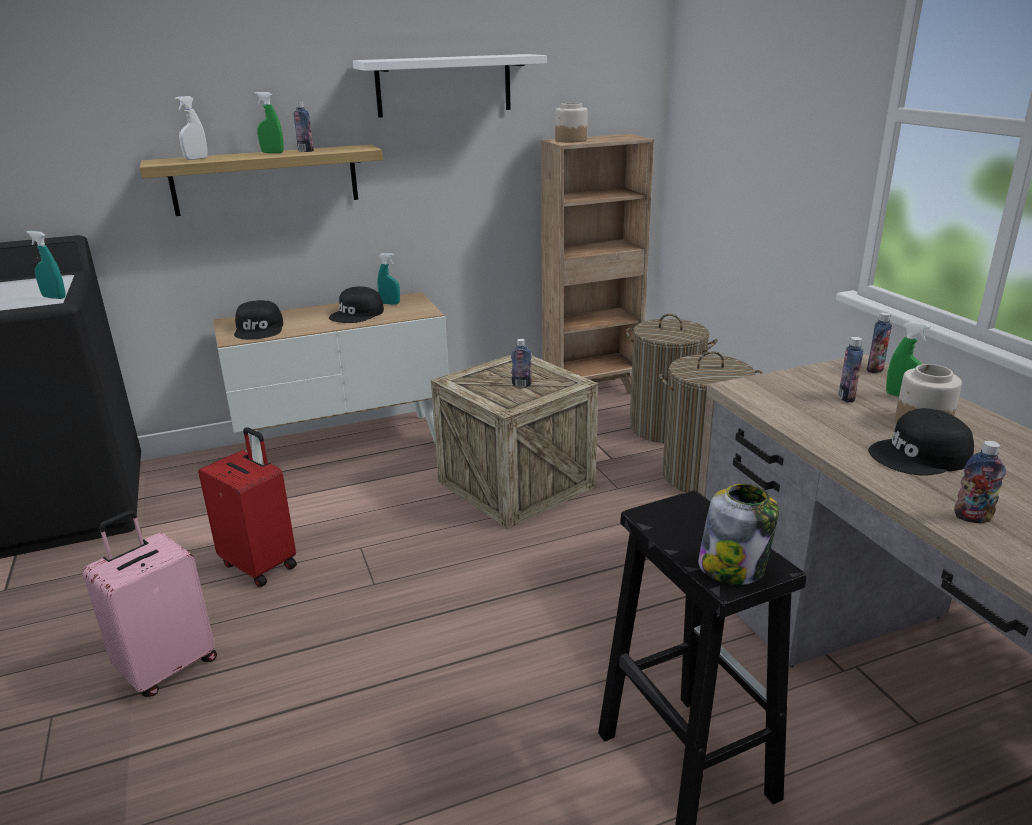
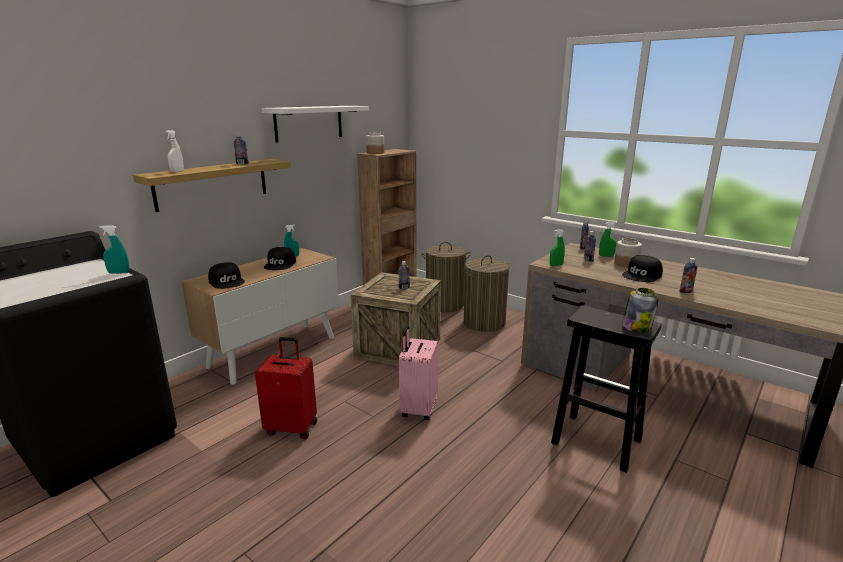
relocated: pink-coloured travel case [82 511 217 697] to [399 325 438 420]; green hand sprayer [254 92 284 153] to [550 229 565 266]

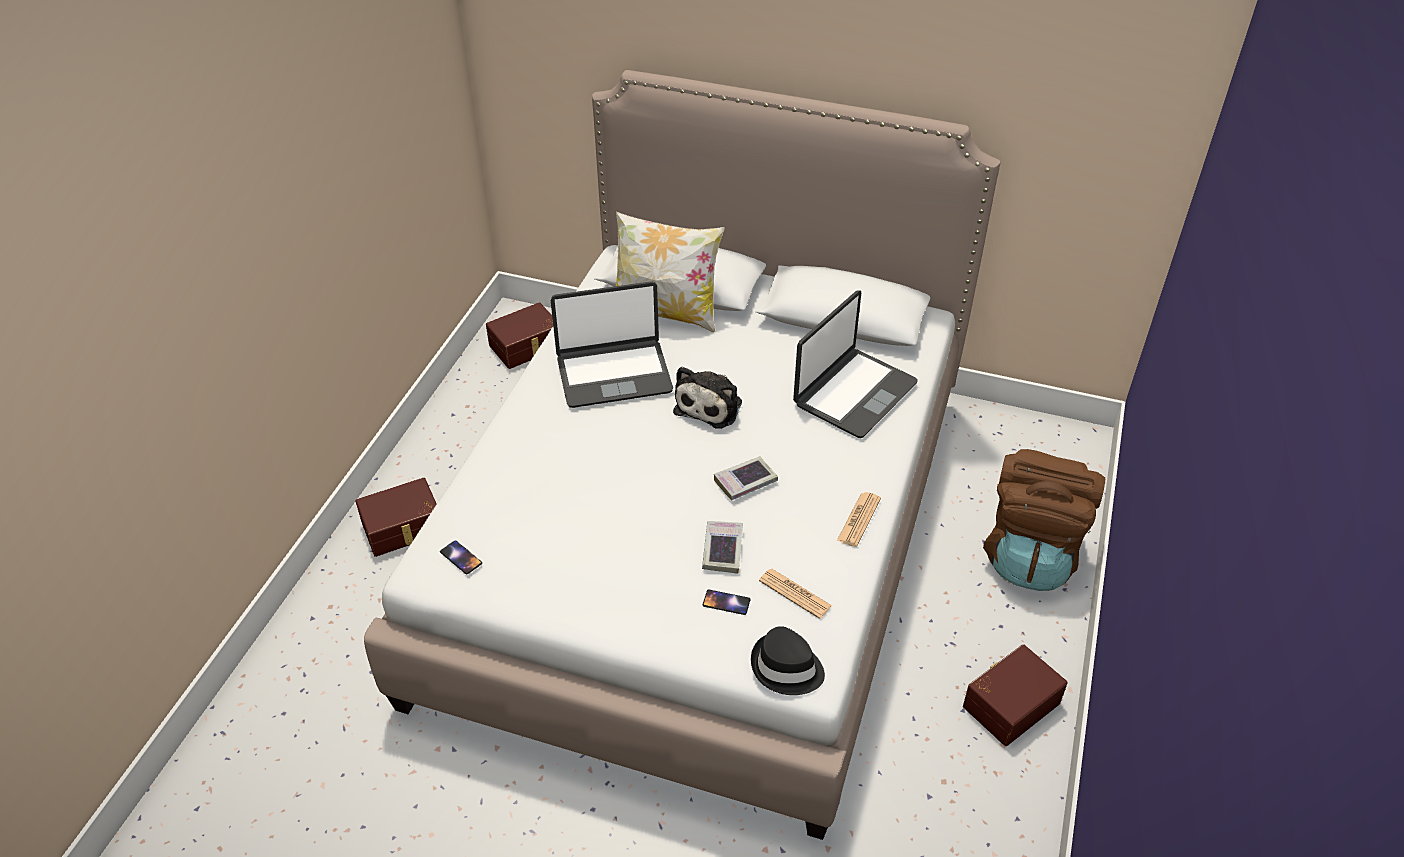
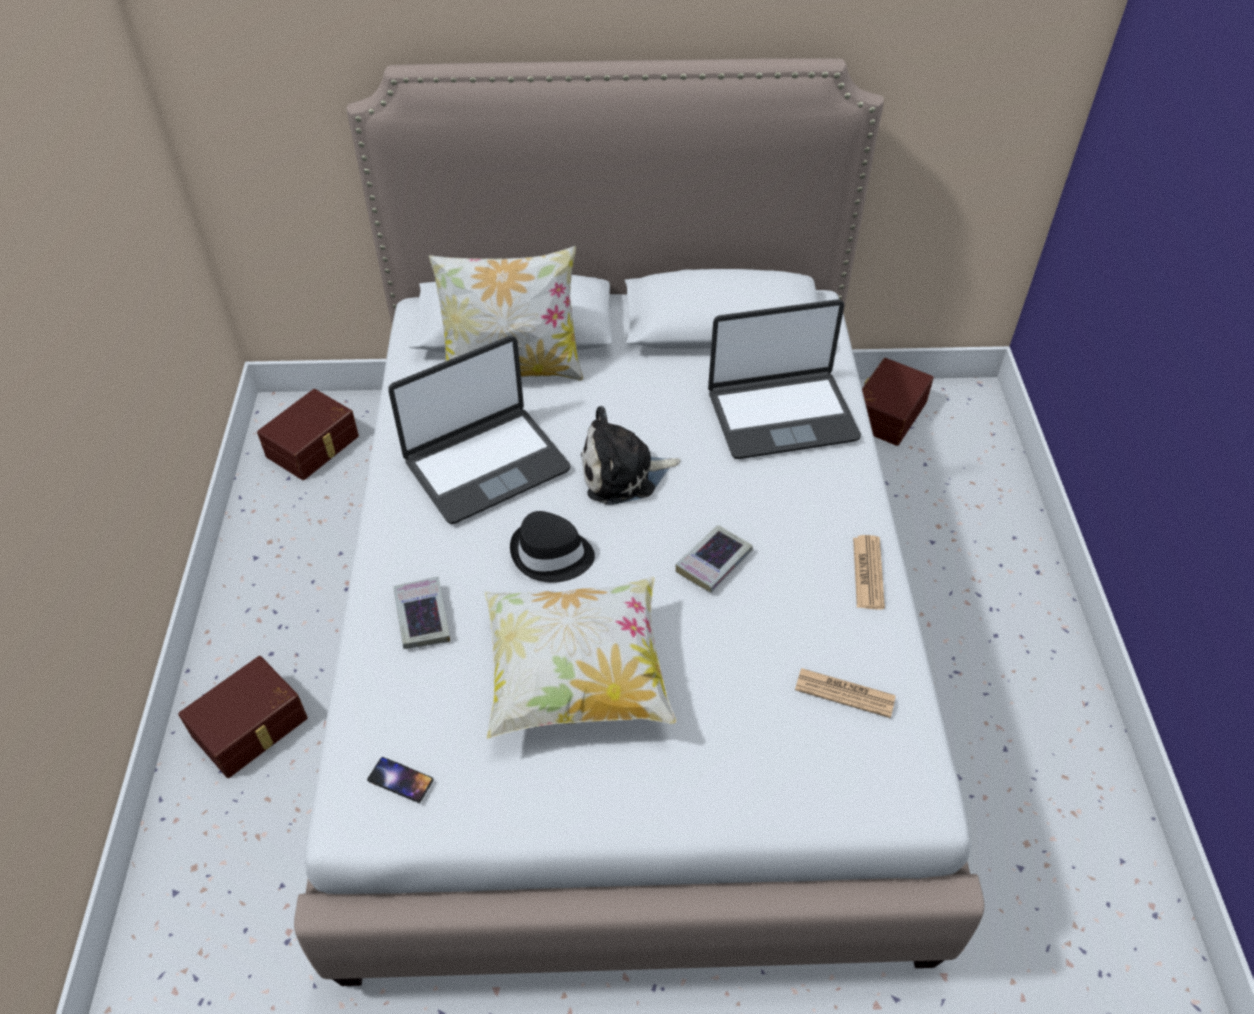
missing: telephone [703 590 750 615]; brown rucksack [983 449 1105 591]
appeared: pillow [484 576 676 739]
relocated: book [702 521 743 574] to [393 577 450 649]; black-coloured clothing hat [751 626 825 695] to [510 511 595 583]; brown storage container [963 644 1068 746] to [862 358 934 446]
spun: soft toy [673 366 742 429] = [581 406 680 505] 75 degrees clockwise; portable computer [793 290 918 438] = [708 299 861 459] 60 degrees clockwise

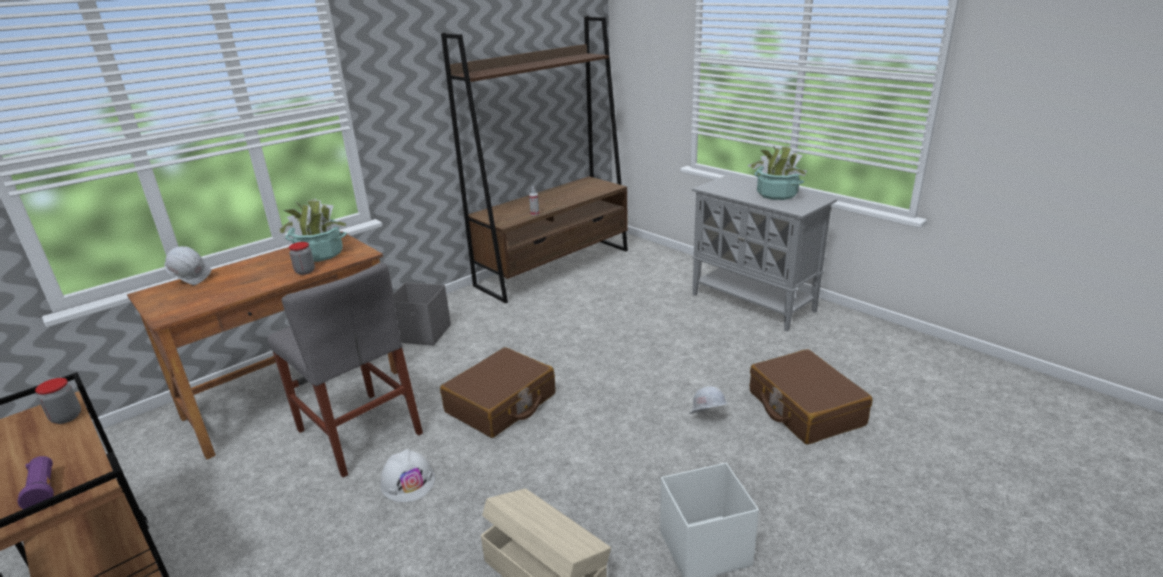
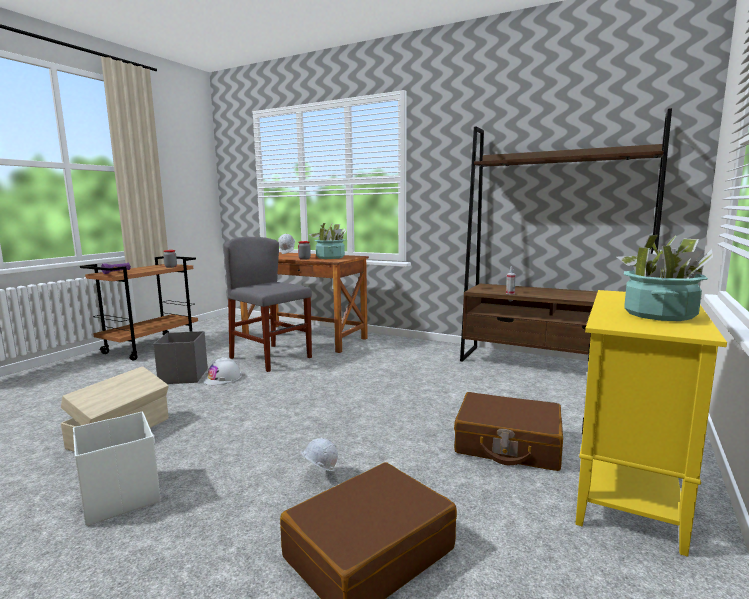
relocated: gray storage container [393 282 451 346] to [153 331 208 384]; brown travel case [440 347 555 438] to [454 392 563 471]
colour: gray cupboard [692 175 837 332] to yellowish cupboard [575 290 727 557]
spun: gray plain chair [267 263 423 478] = [224 237 312 372] 105 degrees clockwise

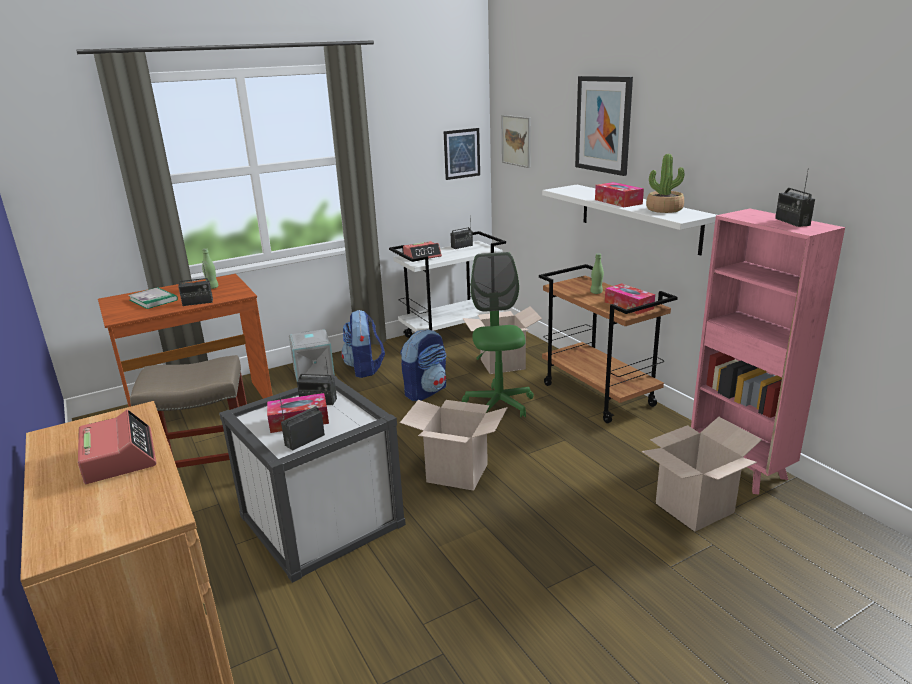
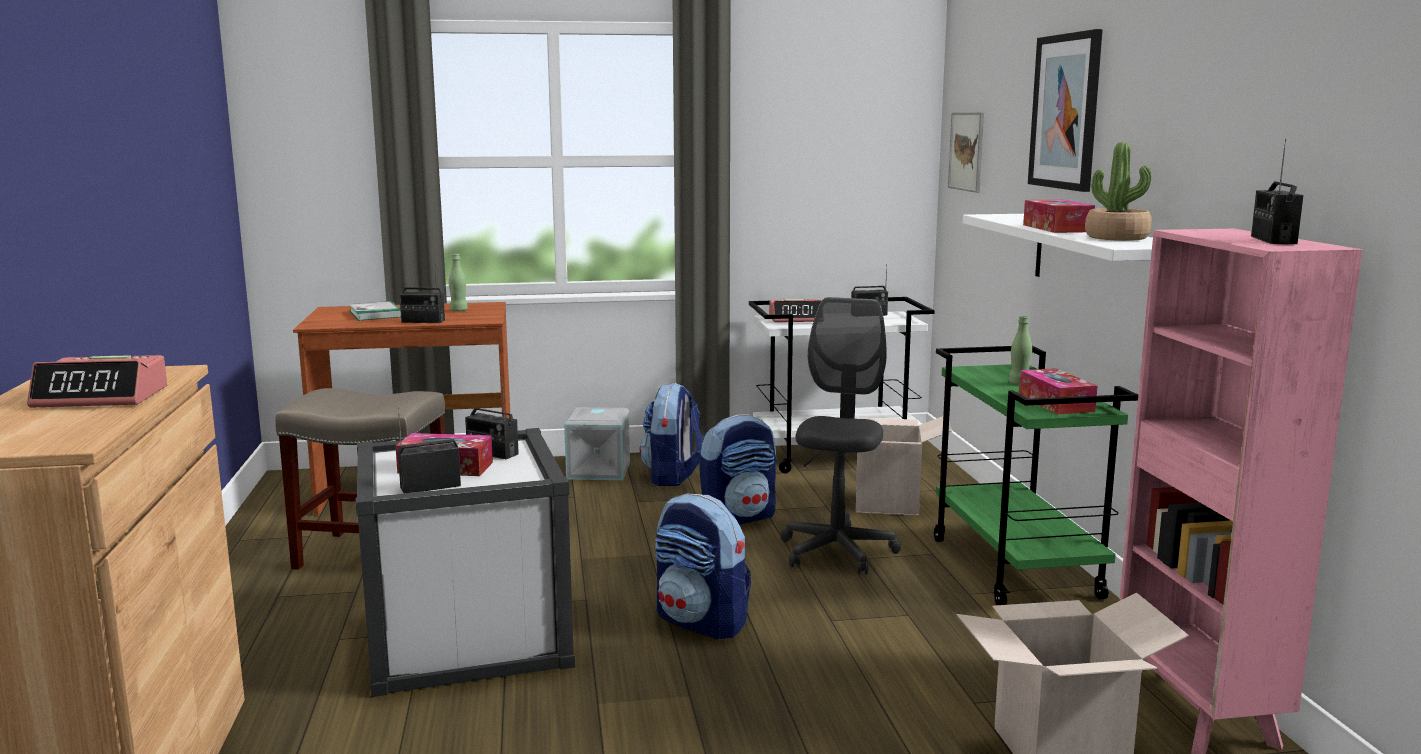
missing: picture [444 128 480 180]
exchanged: packing box [400 400 508 491] to rucksack [655 494 751 640]
colour: green office chair [462 252 534 418] to gray office chair [781 297 901 575]; brown cart [539 264 678 423] to green cart [934 346 1138 605]
spun: table clock [78 410 156 484] = [27 355 167 408] 90 degrees clockwise

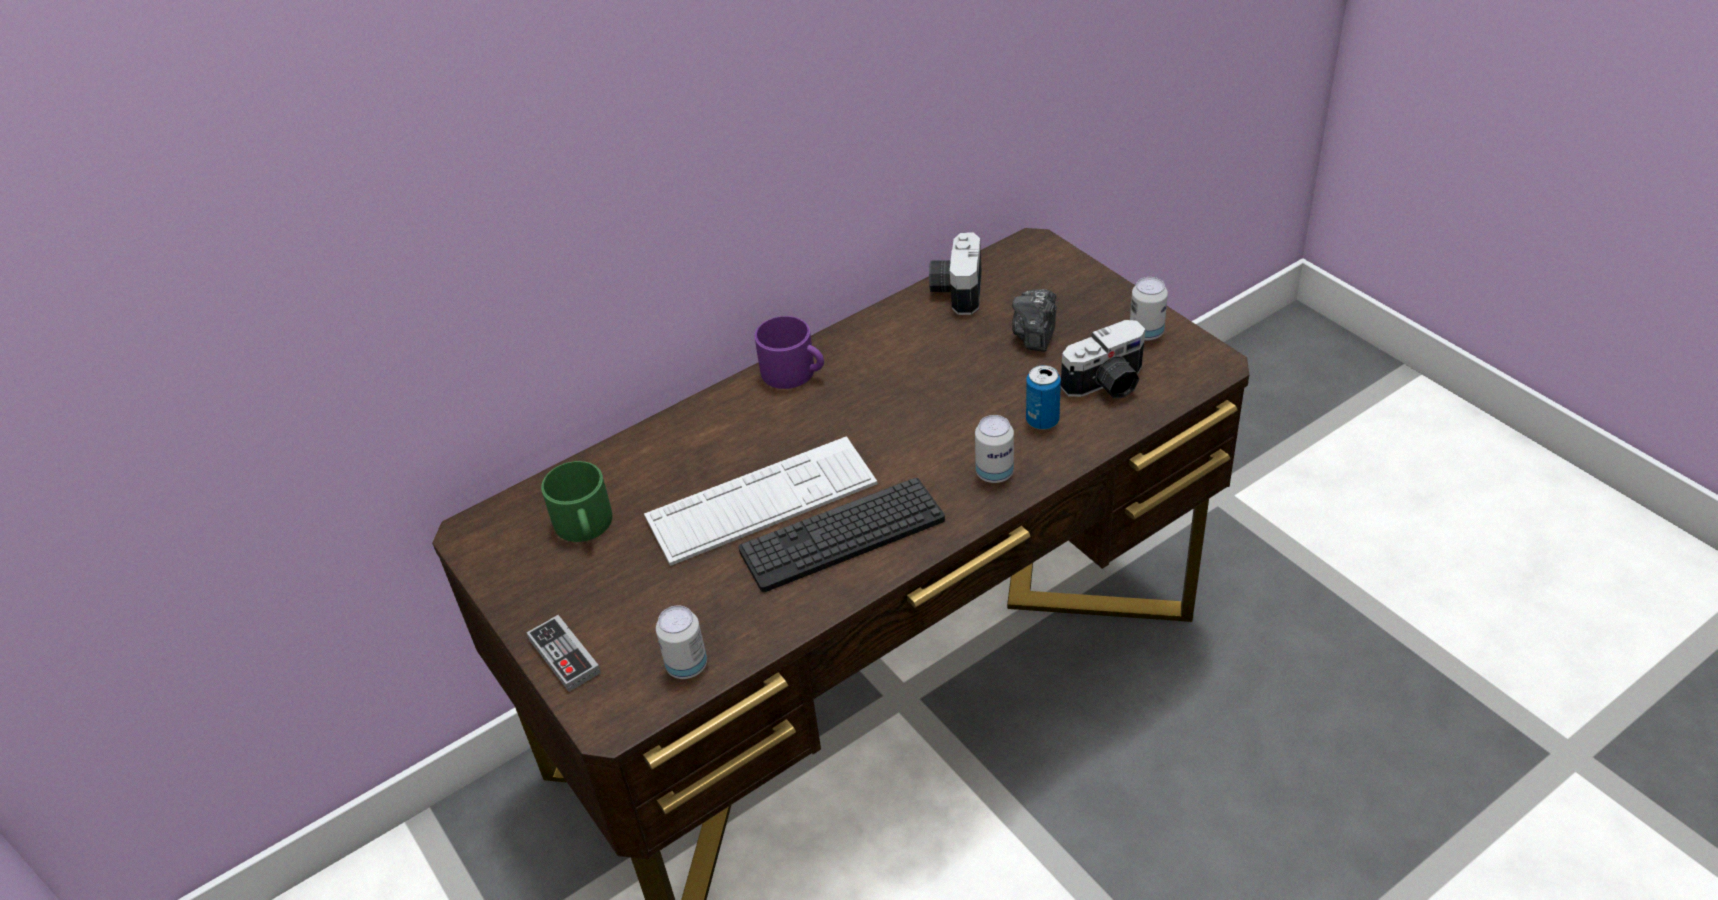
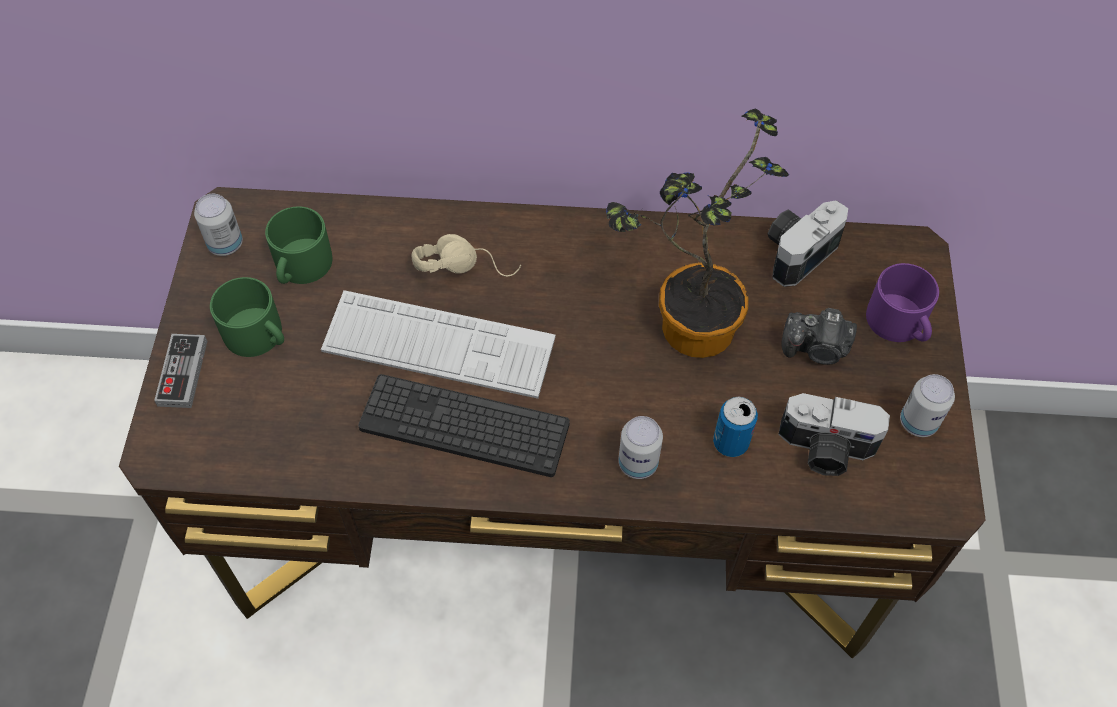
appeared: green coffee mug [210 277 284 357]; beige headset [411 234 521 277]; potted plant [606 108 789 358]
relocated: metal can [656 605 707 679] to [194 194 243 256]; purple coffee mug [755 316 824 389] to [866 263 939 342]
spun: still camera [1012 289 1057 352] = [781 308 857 365] 135 degrees counterclockwise

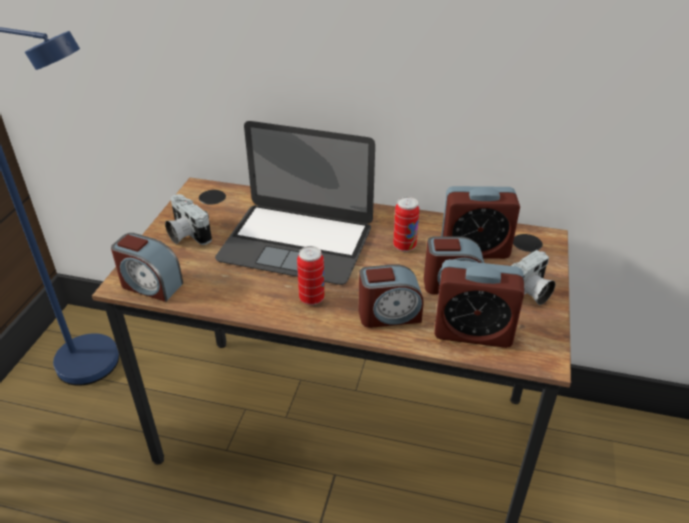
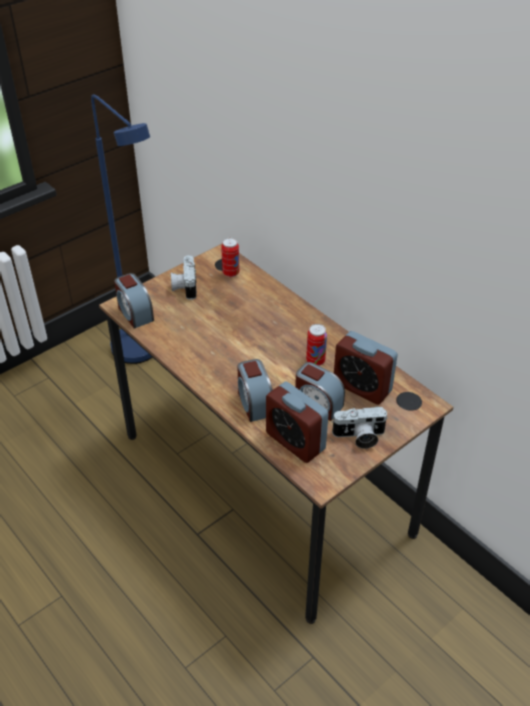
missing: portable computer [215 121 375 285]
relocated: metal can [297 246 325 305] to [221 238 239 277]
spun: table clock [359 264 424 328] = [237 359 273 422] 45 degrees clockwise

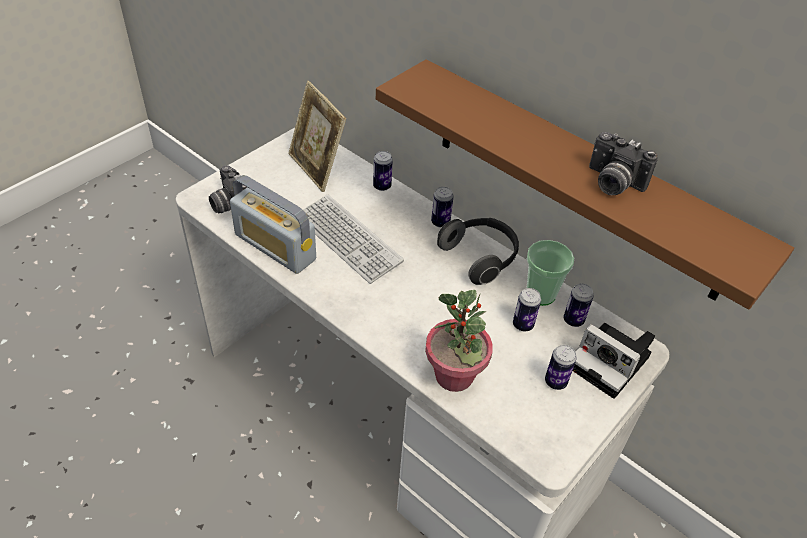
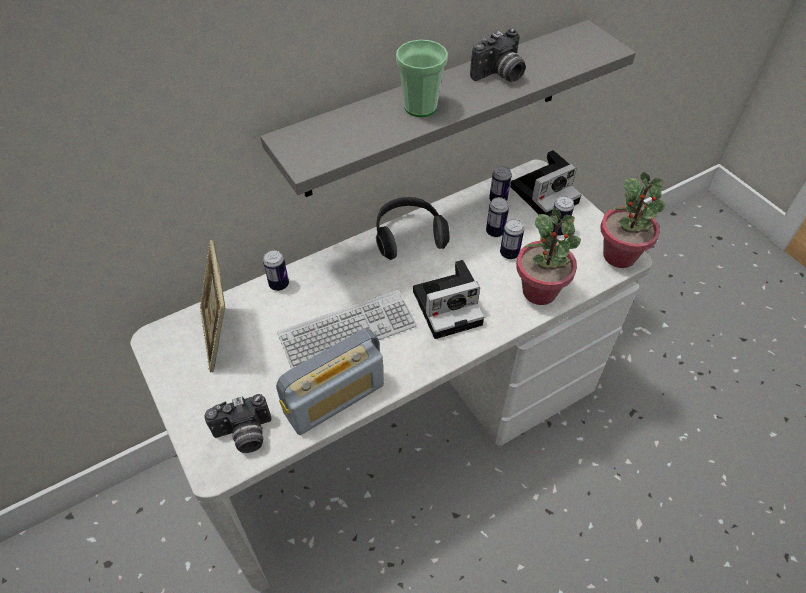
appeared: still camera [413 260 484 339]; potted plant [600 172 666 268]
relocated: metal can [431 187 454 228] to [500 219 524 259]; drinking cup [527 240 574 306] to [396 39 448 117]
colour: brown shelf [376 59 794 310] to gray shelf [260 20 636 197]
spun: photo frame [289 81 346 192] = [200 240 225 373] 90 degrees clockwise

